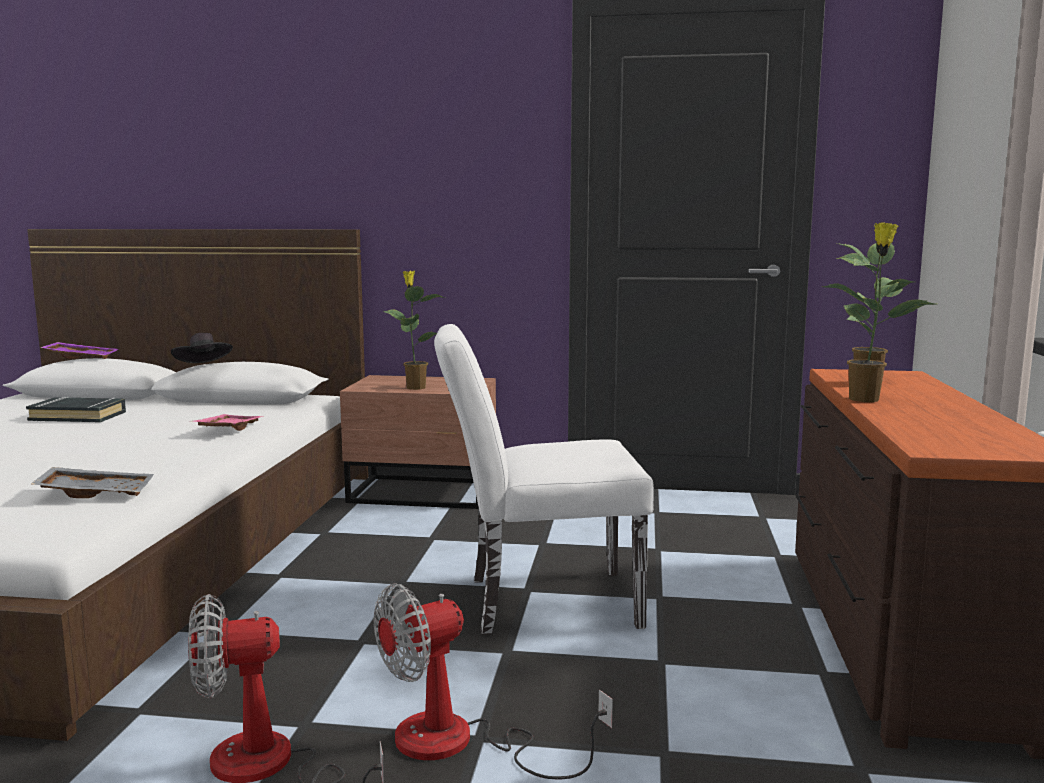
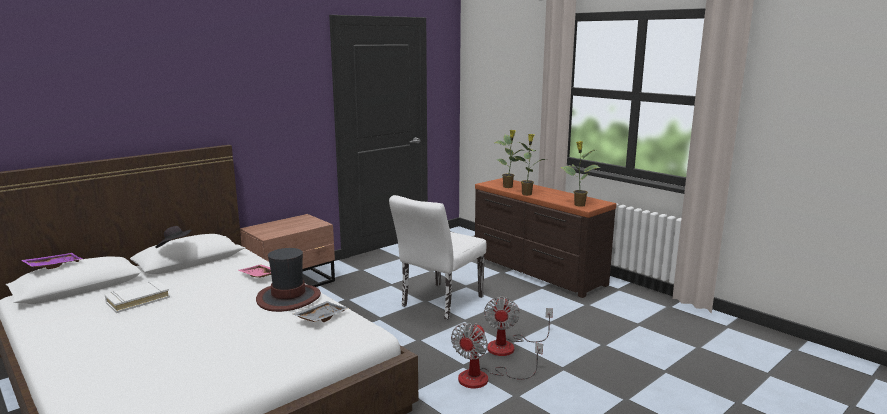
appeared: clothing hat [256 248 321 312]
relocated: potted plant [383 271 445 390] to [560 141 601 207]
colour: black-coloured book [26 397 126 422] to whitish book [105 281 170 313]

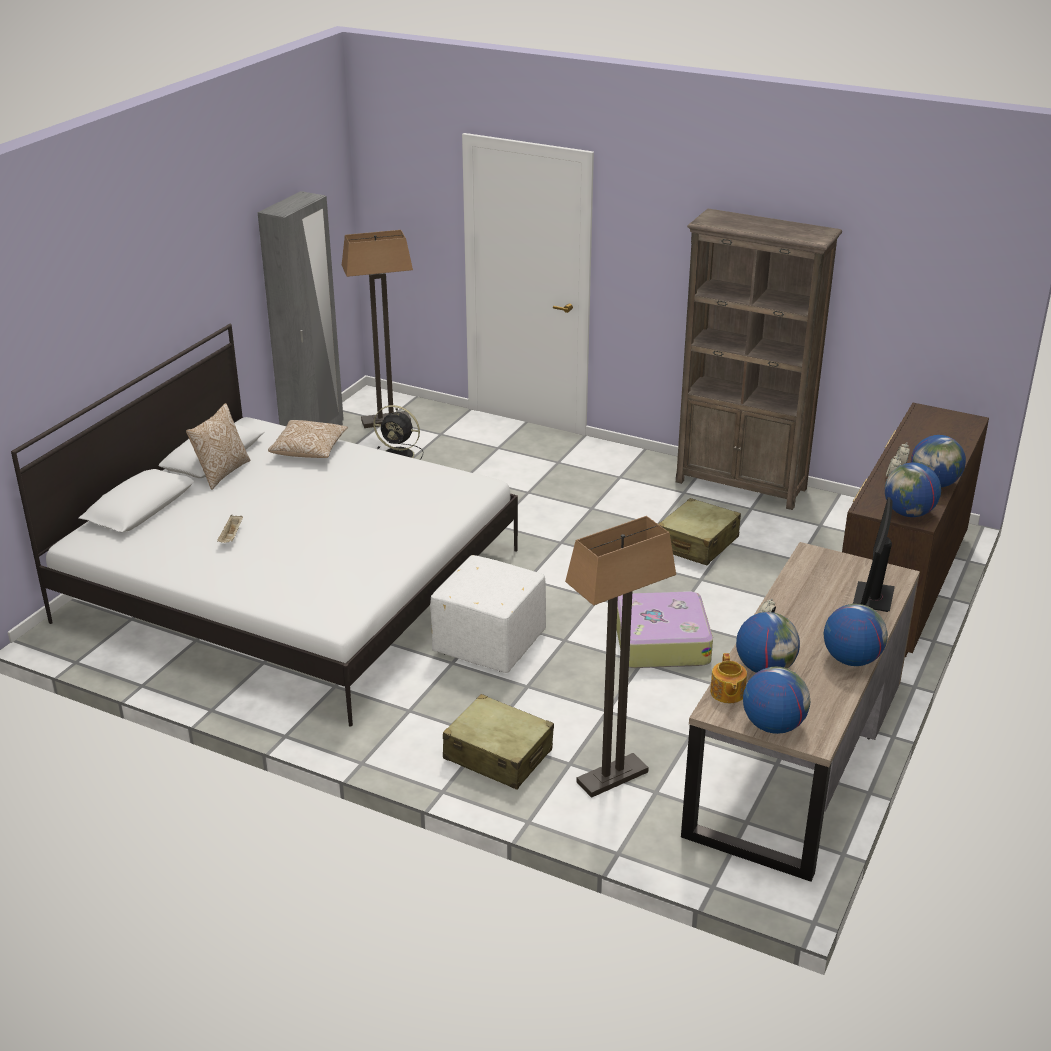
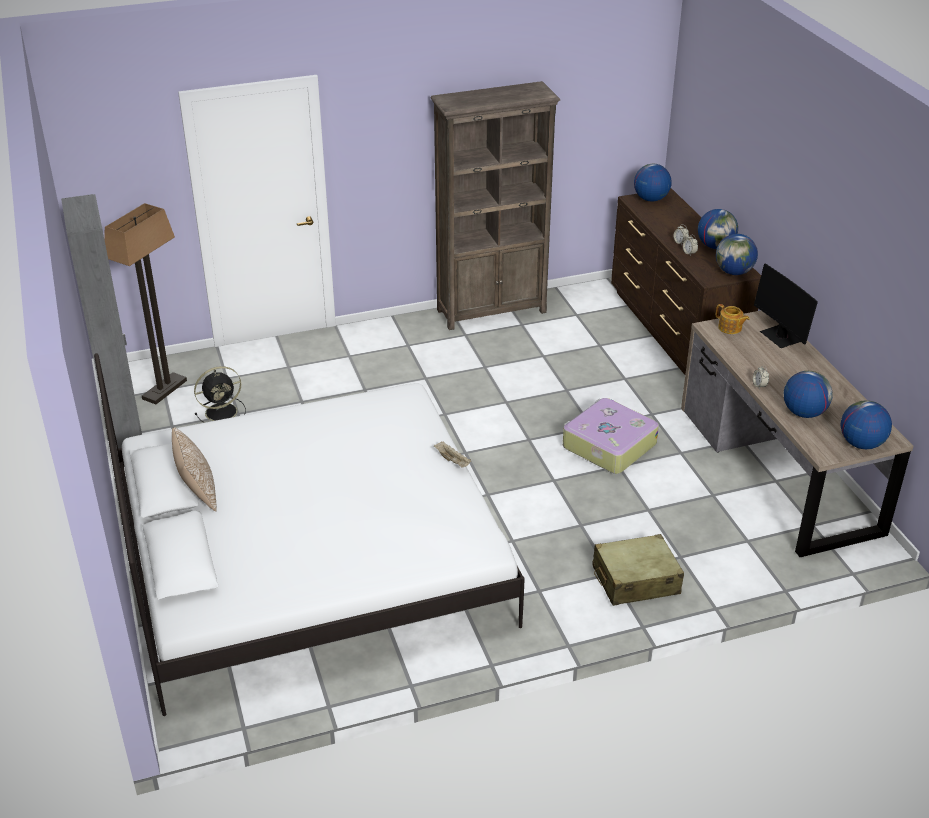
missing: pillow [268 420 348 458]; whitish pouffe [430 555 546 673]; floor lamp [565 516 676 798]; beige travel case [659 498 741 565]
relocated: beige tray [217 515 243 543] to [434 442 471 468]; tea pot [710 653 747 703] to [716 304 750 334]; desk globe [824 604 888 666] to [634 164 672 202]

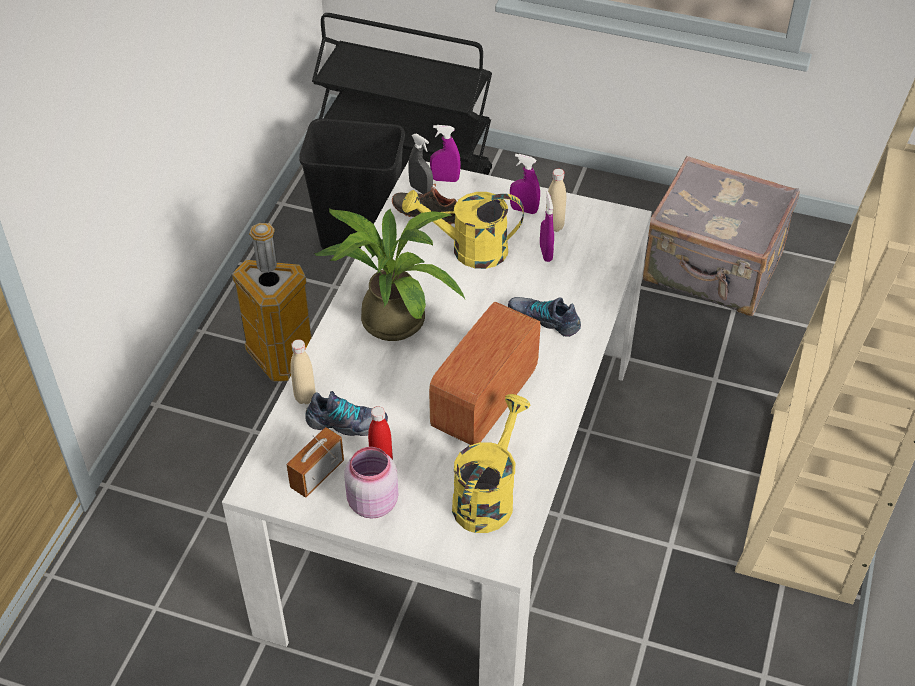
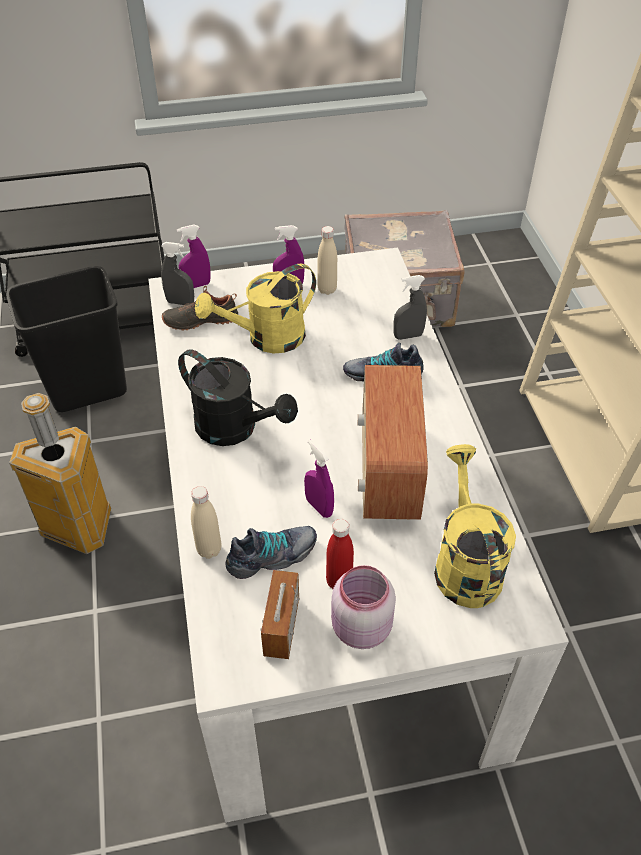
appeared: gray hand sprayer [394 275 427 340]
relocated: purple hand sprayer [540 192 554 262] to [304 440 334 518]
exchanged: potted plant [314 208 465 341] to black-coloured sprinkling can [178 349 298 446]

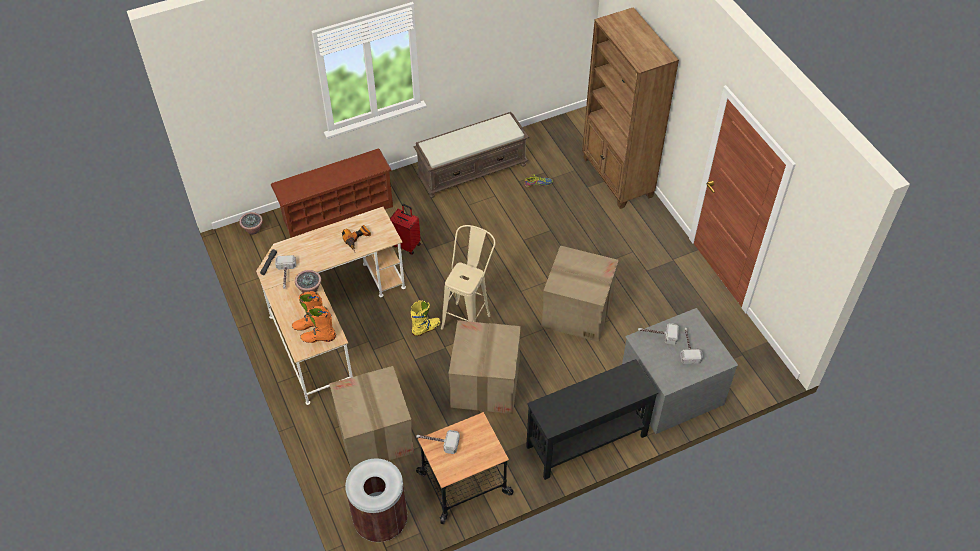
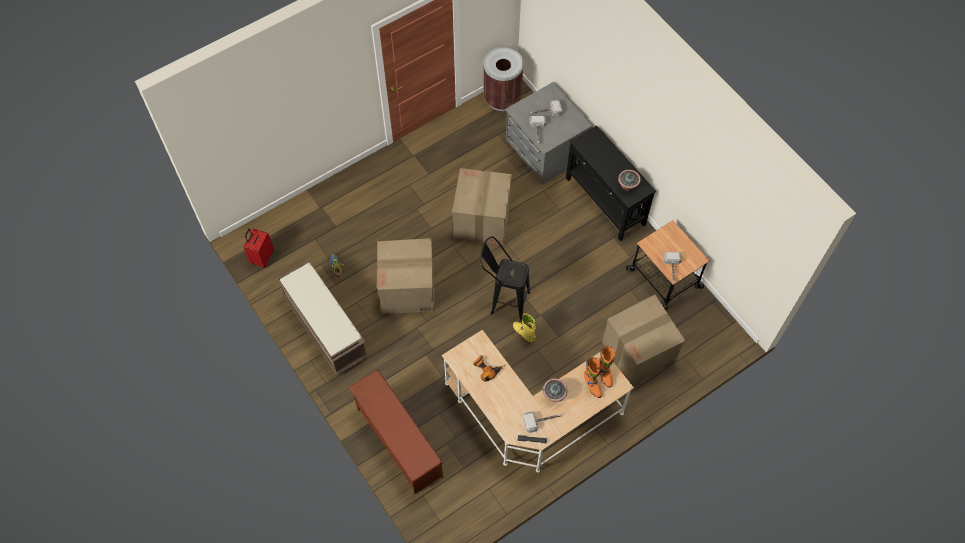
missing: brown shelving unit [582 7 679 209]
relocated: potted plant [239 212 263 234] to [618 170 641 191]; brown waste bin [345 458 407 542] to [483 47 524 111]; red travel case [390 204 421 255] to [244 228 274 268]; packing box [448 320 521 414] to [377 238 435 314]
colour: beige stool seat [441 225 495 330] to black-coloured stool seat [480 236 530 321]

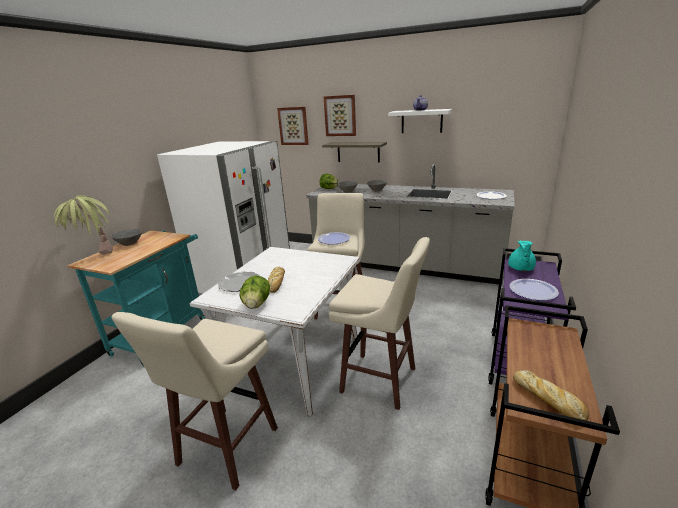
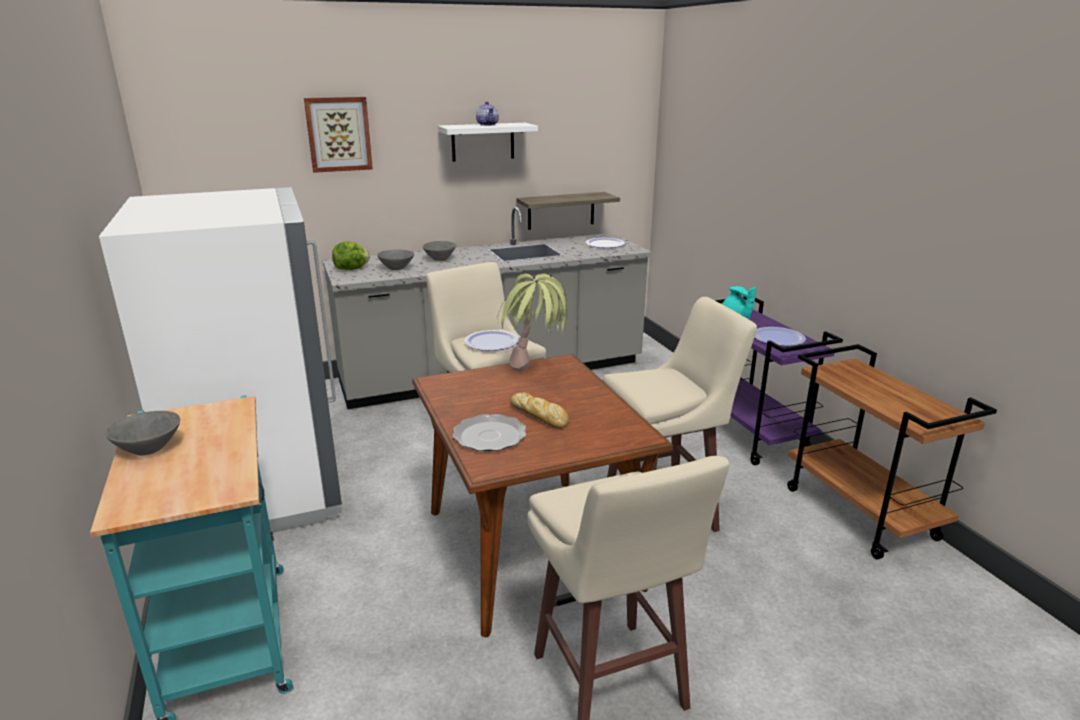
missing: lettuce head [240 276 270 309]; picture [277 107 309 145]; bread [513 370 589 421]
relocated: potted plant [53 195 113 255] to [497 273 568 371]; shelf [322 142 387 163] to [516 192 620 230]
colour: whitish kitchen table [190 247 360 416] to brown kitchen table [412 354 673 637]

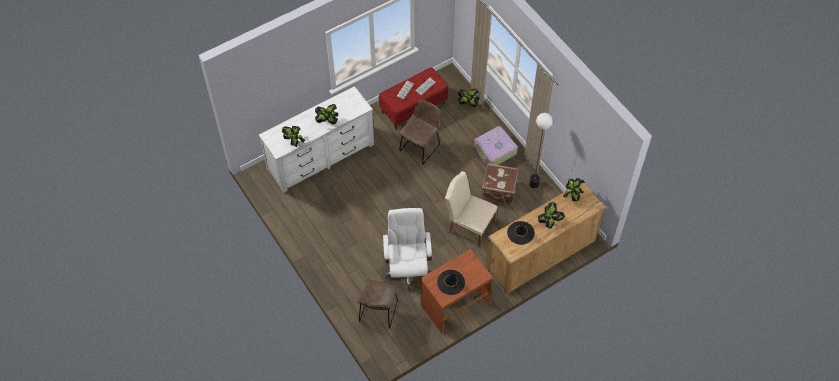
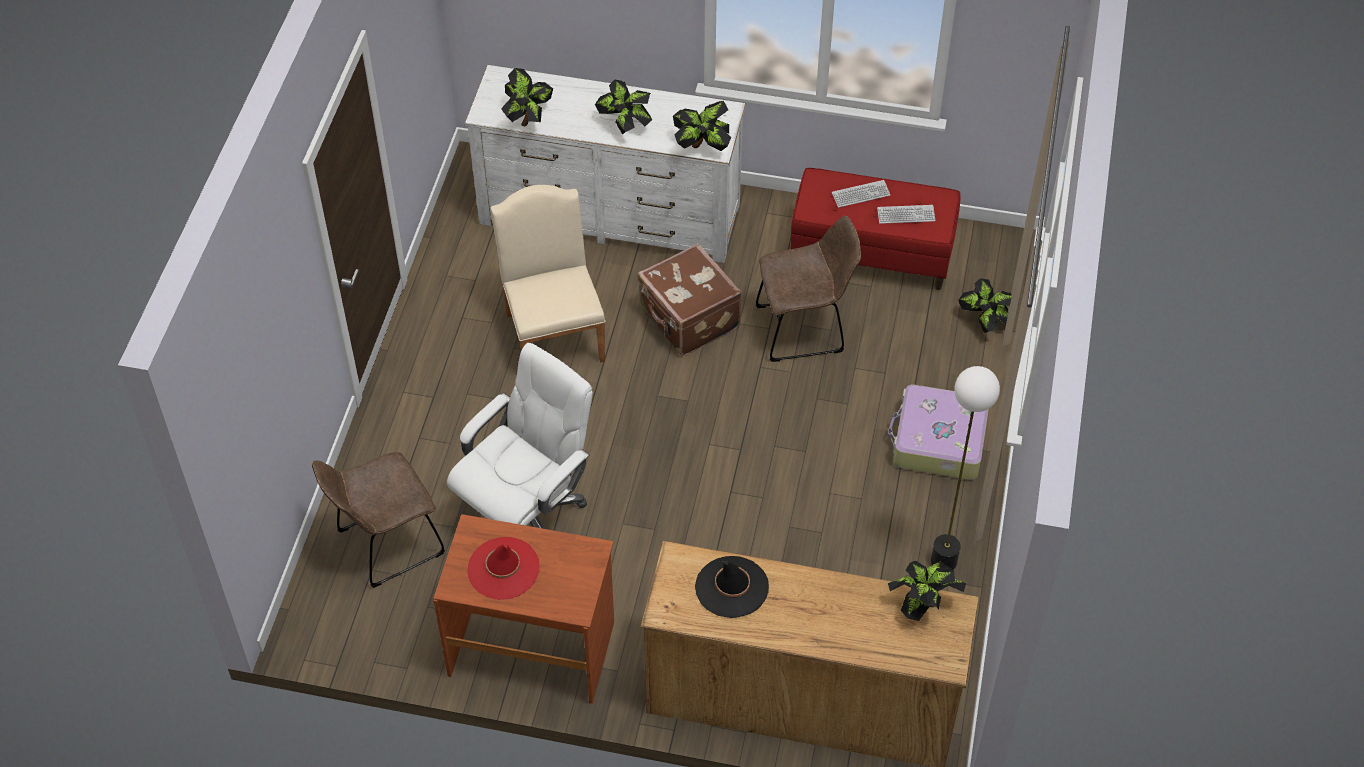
relocated: beige plain chair [445 171 498 248] to [491 185 605 363]; brown travel case [482 163 519 204] to [637 243 742 356]; potted plant [538 202 565 229] to [673 101 731 151]
colour: black-coloured clothing hat [437 270 465 295] to red clothing hat [467 537 540 600]

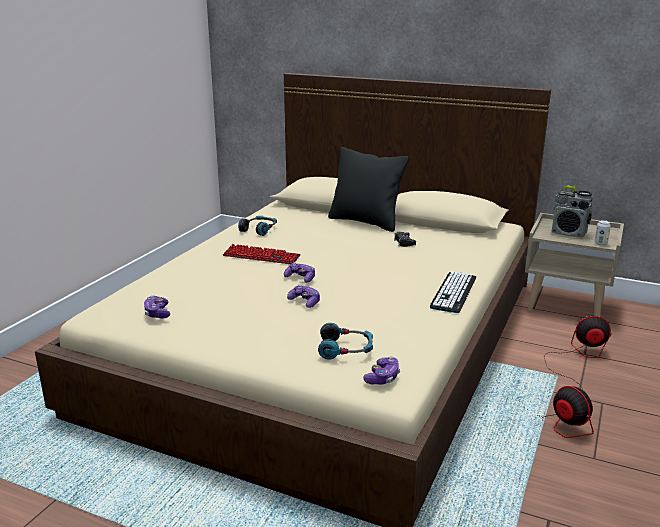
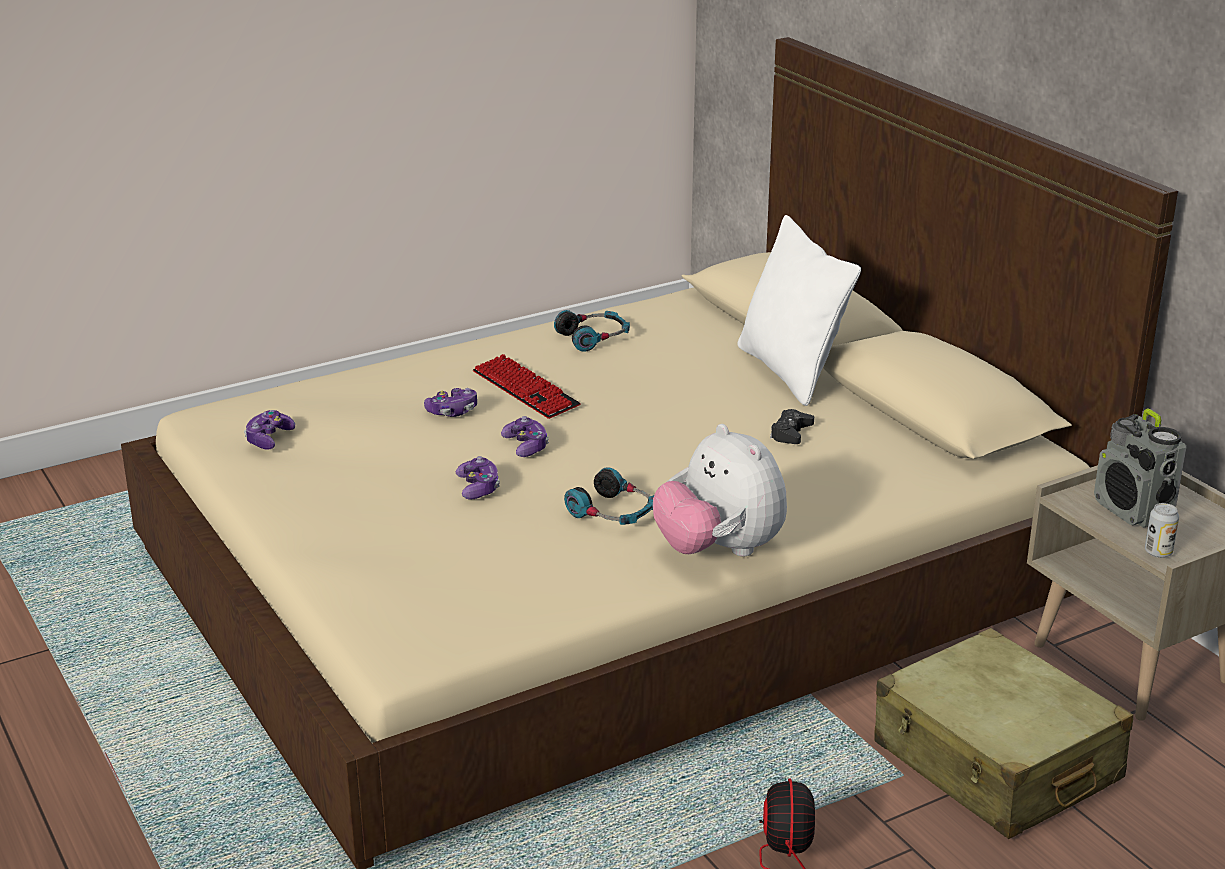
relocated: headset [318 323 373 360] to [564 467 654 525]; game controller [363 357 400 385] to [424 388 477 417]
exchanged: PC keyboard [430 271 476 313] to soft toy [653 424 787 556]; fan [544 316 612 390] to beige travel case [874 628 1133 839]
colour: black-coloured pillow [328 147 409 232] to whitish pillow [737 215 861 406]

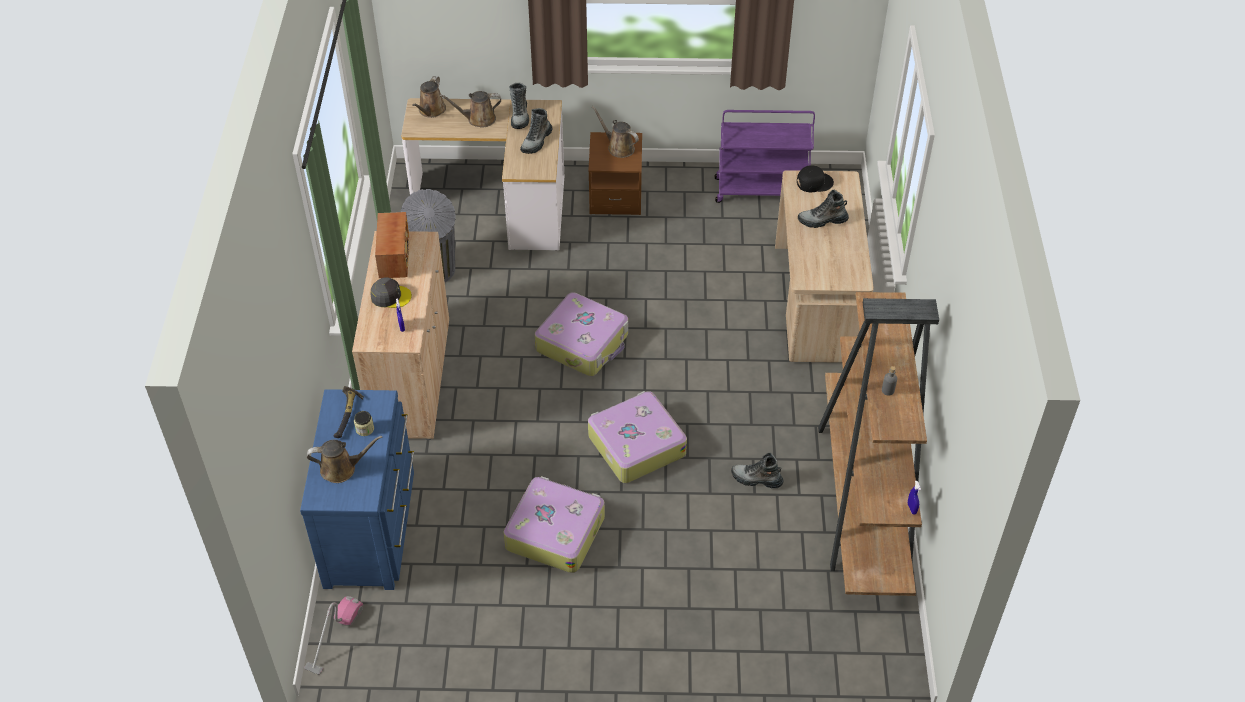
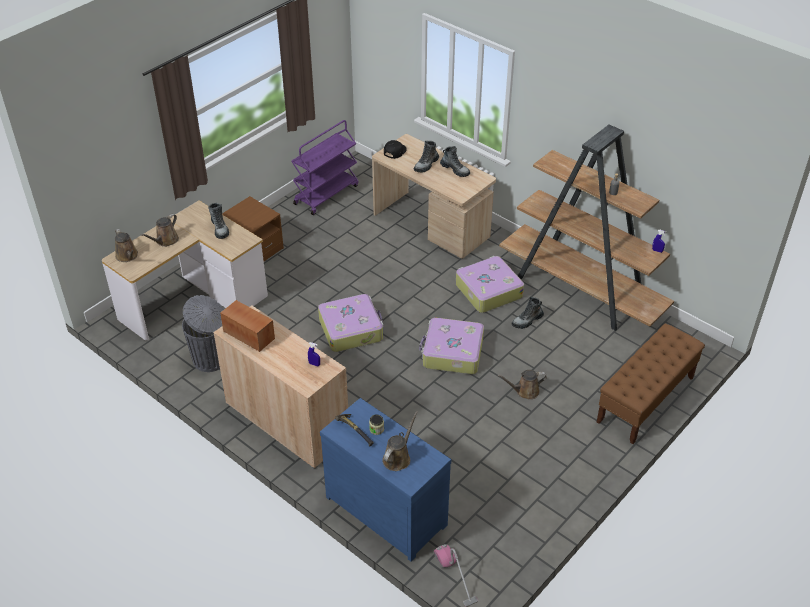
missing: gray baseball cap [371 278 412 308]
appeared: brown indoor bench [597 323 705 444]
relocated: travel case [504 476 605 573] to [456 256 524 313]; boot [509 83 529 129] to [440 146 470 177]; brown sprinkling can [592 106 639 158] to [498 370 547 399]

